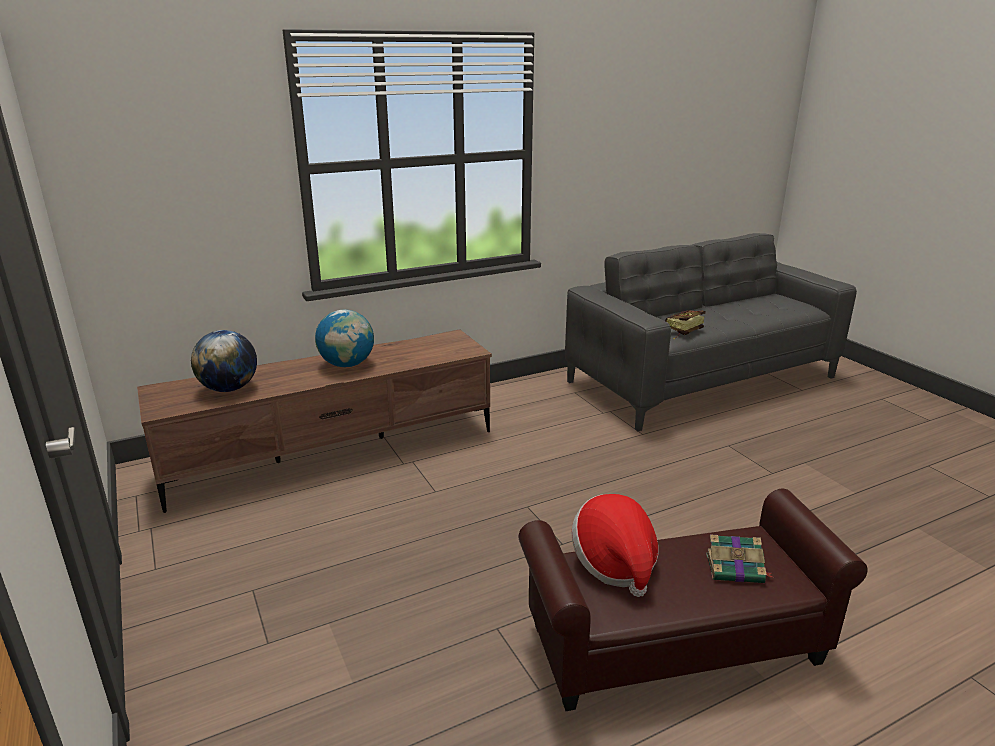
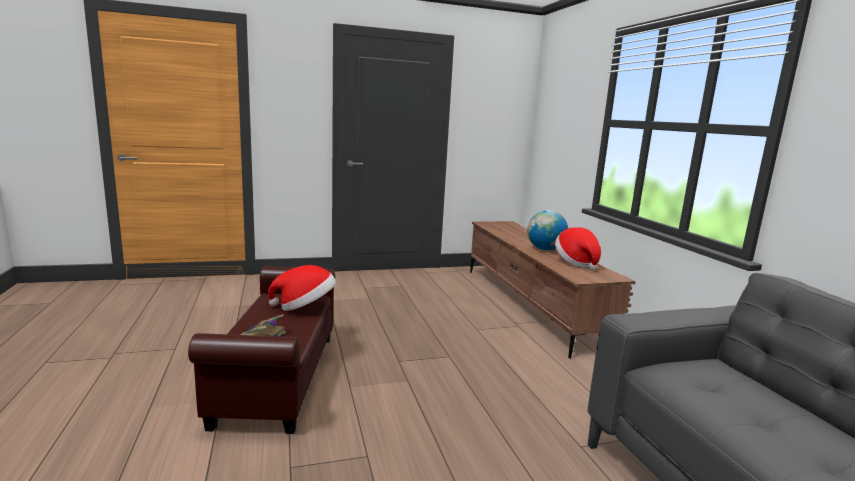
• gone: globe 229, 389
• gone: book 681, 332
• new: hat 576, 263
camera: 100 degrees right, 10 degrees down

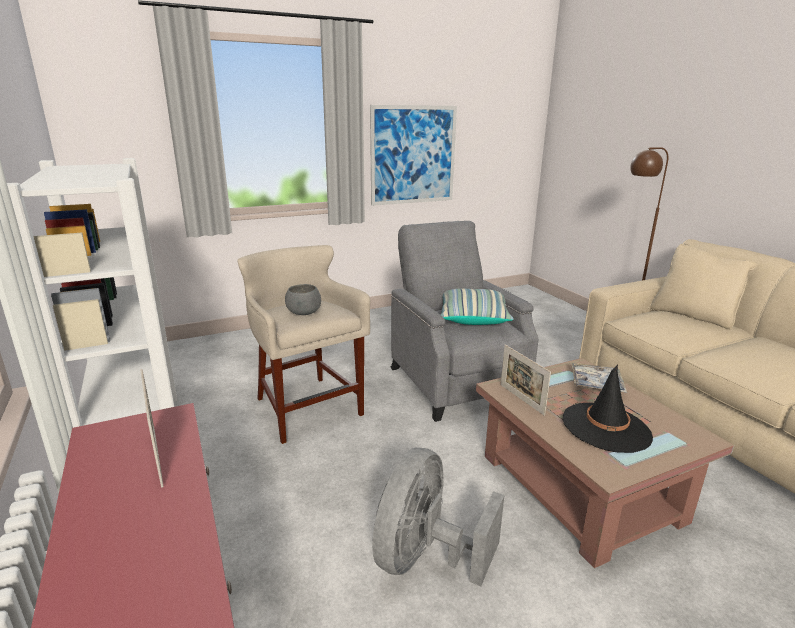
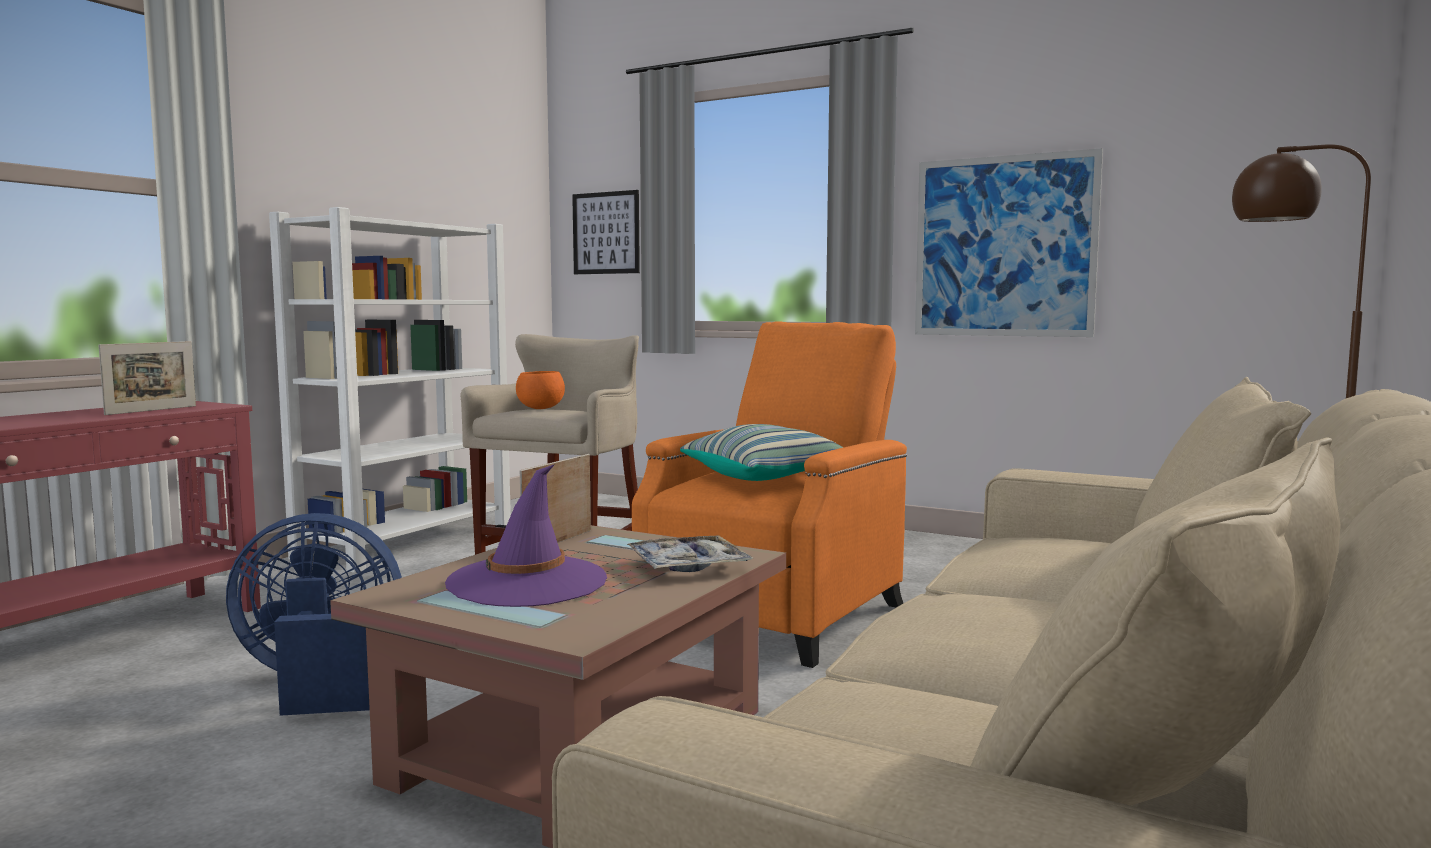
• new: picture 606, 233
• repainted: grey bowl 303, 313 to orange bowl 541, 409
• repainted: grey fan 425, 557 to blue fan 321, 684
• repainted: grey armchair 454, 380 to orange armchair 780, 614
• repainted: black hat 606, 427 to purple hat 527, 582
camera: 55 degrees right, 15 degrees down

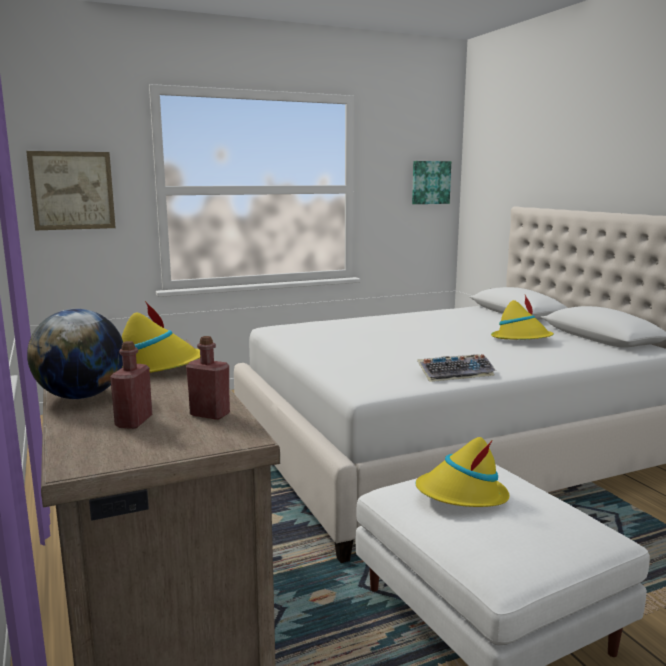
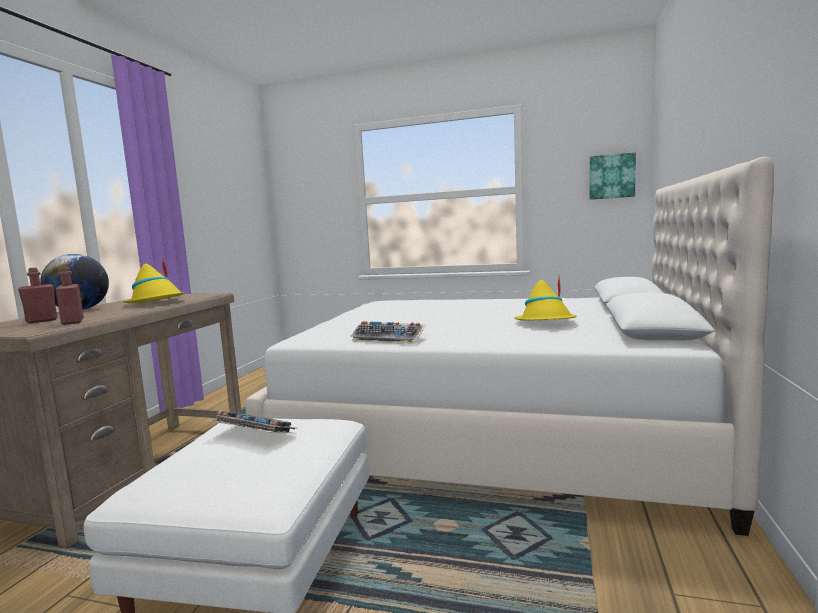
• gone: picture 72, 190
• swapped: yellow hat 461, 495 to keyboard 250, 434
camera: 40 degrees right, 5 degrees down

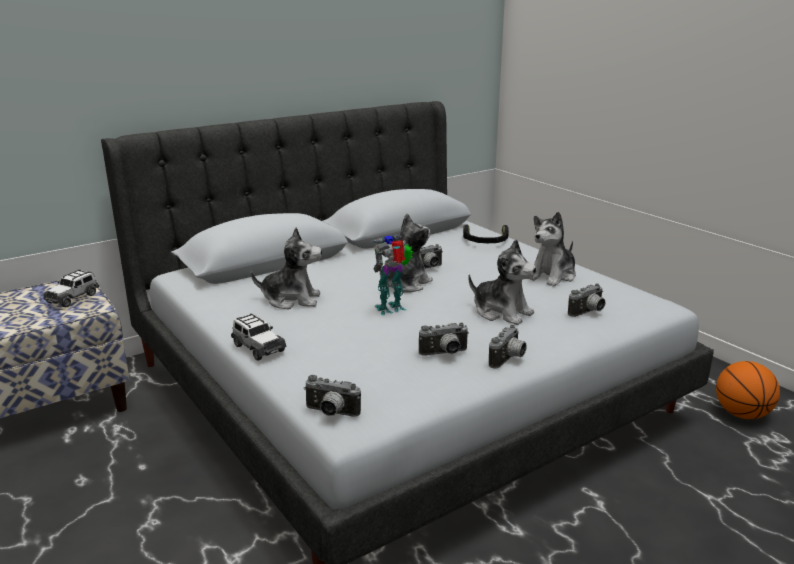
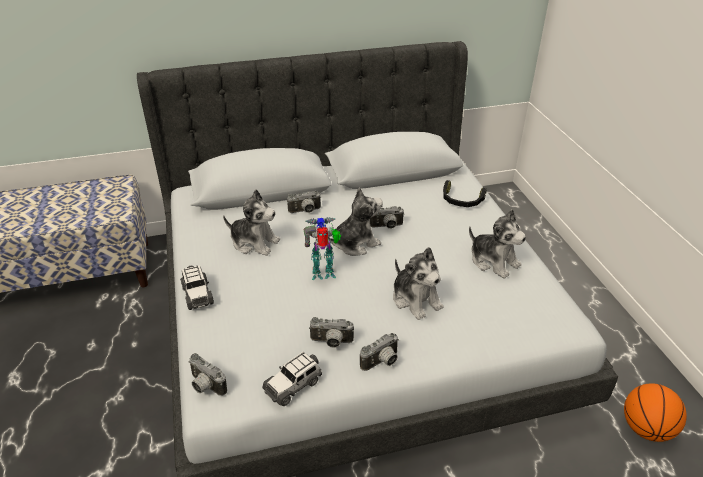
• shifted: toy car 73, 298 to 293, 385
• shifted: photo camera 588, 312 to 305, 211
• rotated: plush toy 552, 276 = 493, 261 105 degrees counterclockwise
camera: 20 degrees right, 15 degrees up

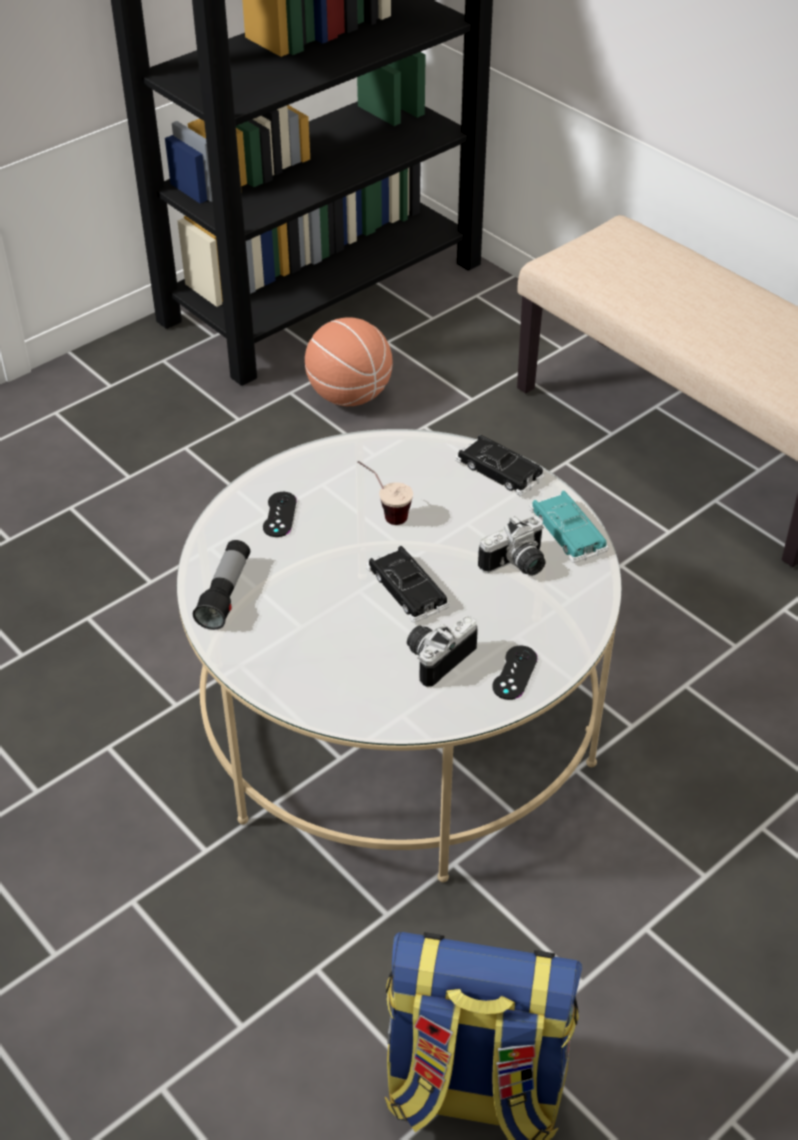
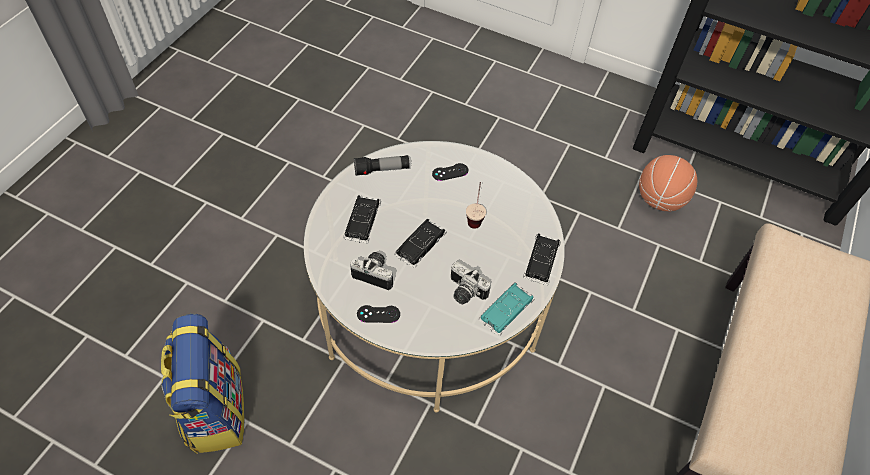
• new: black toy car 362, 221
camera: 65 degrees right, 10 degrees up

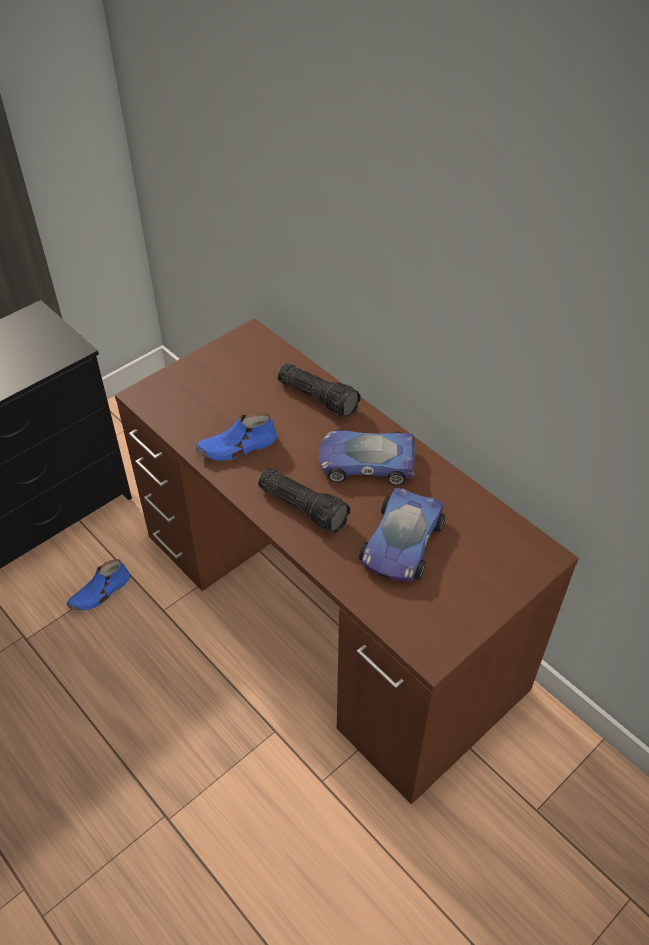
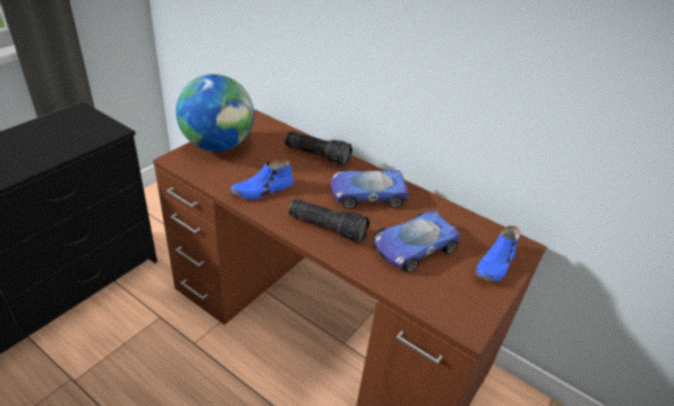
• new: globe 218, 145
• shifted: blue shoe 100, 592 to 496, 264
• rotated: toy car 401, 543 = 413, 247 45 degrees clockwise
camera: 15 degrees left, 10 degrees down

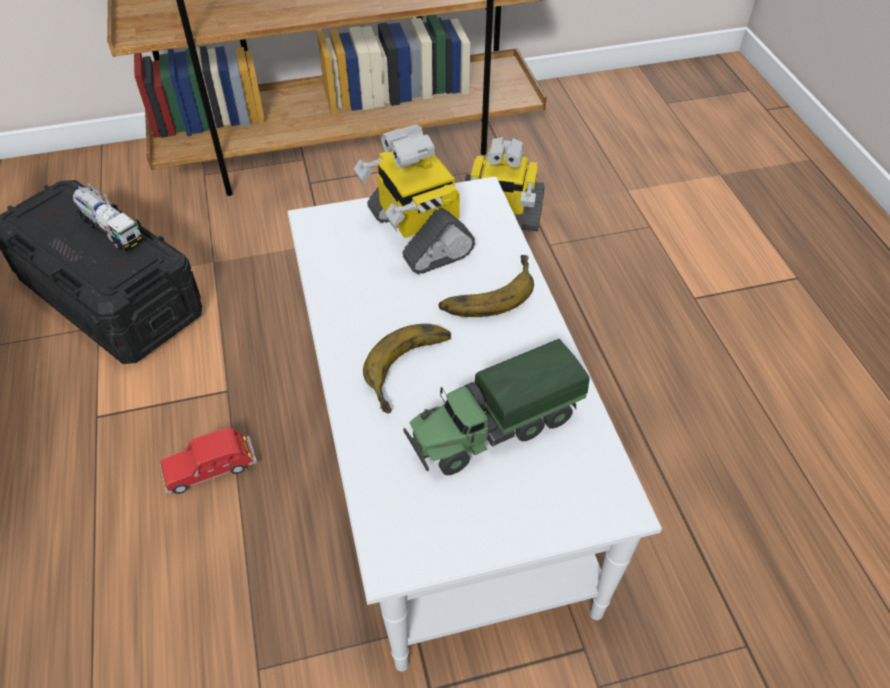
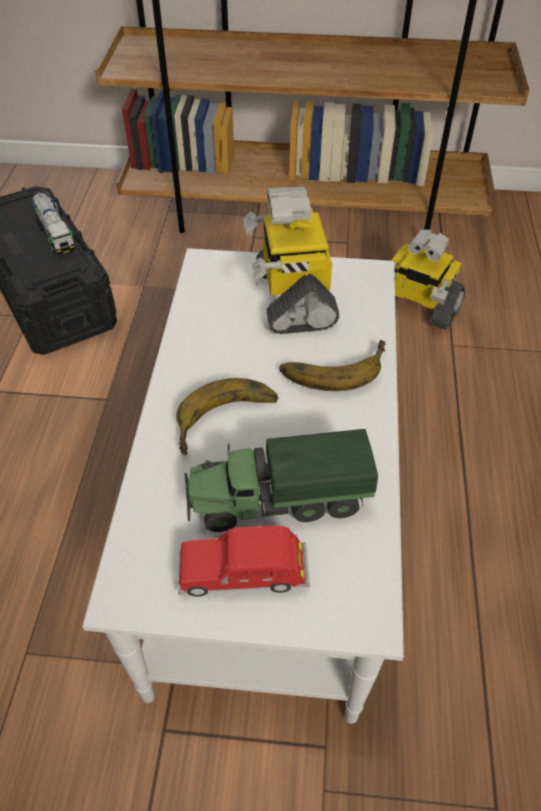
• shifted: red toy car 211, 469 to 243, 574
camera: 20 degrees right, 0 degrees up

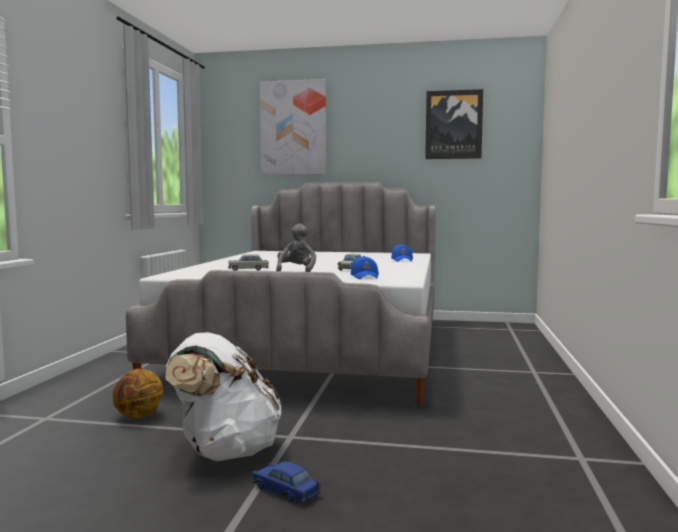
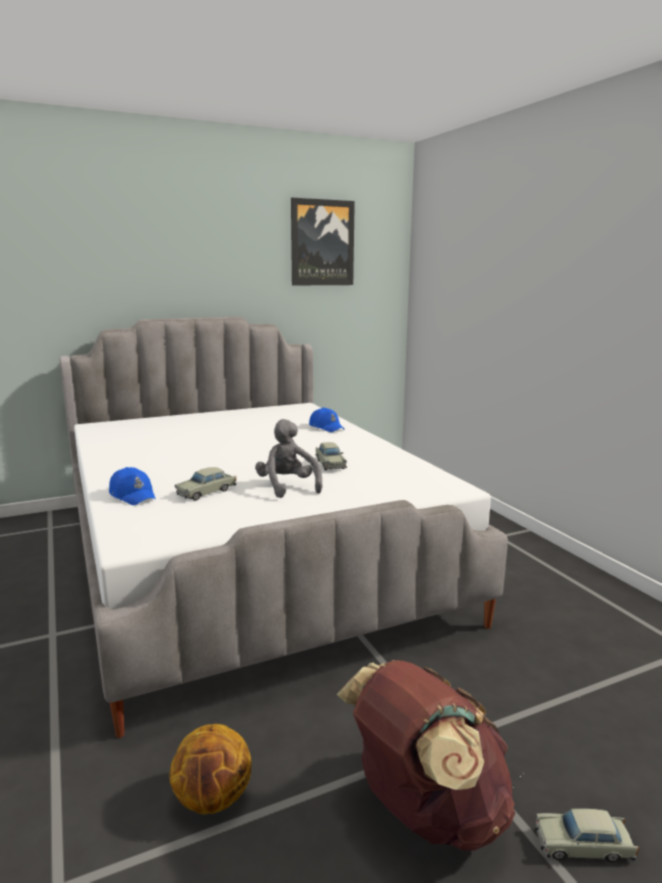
• gone: picture 293, 128
• shifted: blue cap 364, 276 to 133, 495
• repainted: white backpack 225, 451 to brown backpack 425, 810
• repainted: blue toy car 285, 491 to beige toy car 583, 845
camera: 35 degrees left, 10 degrees up

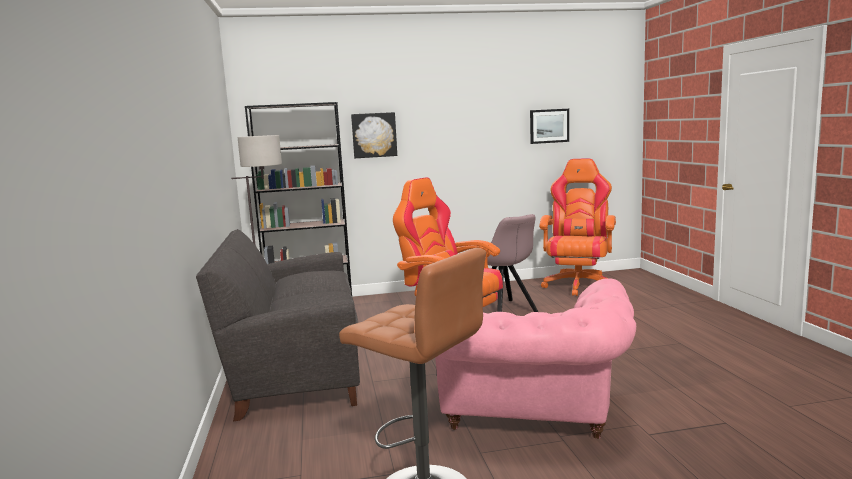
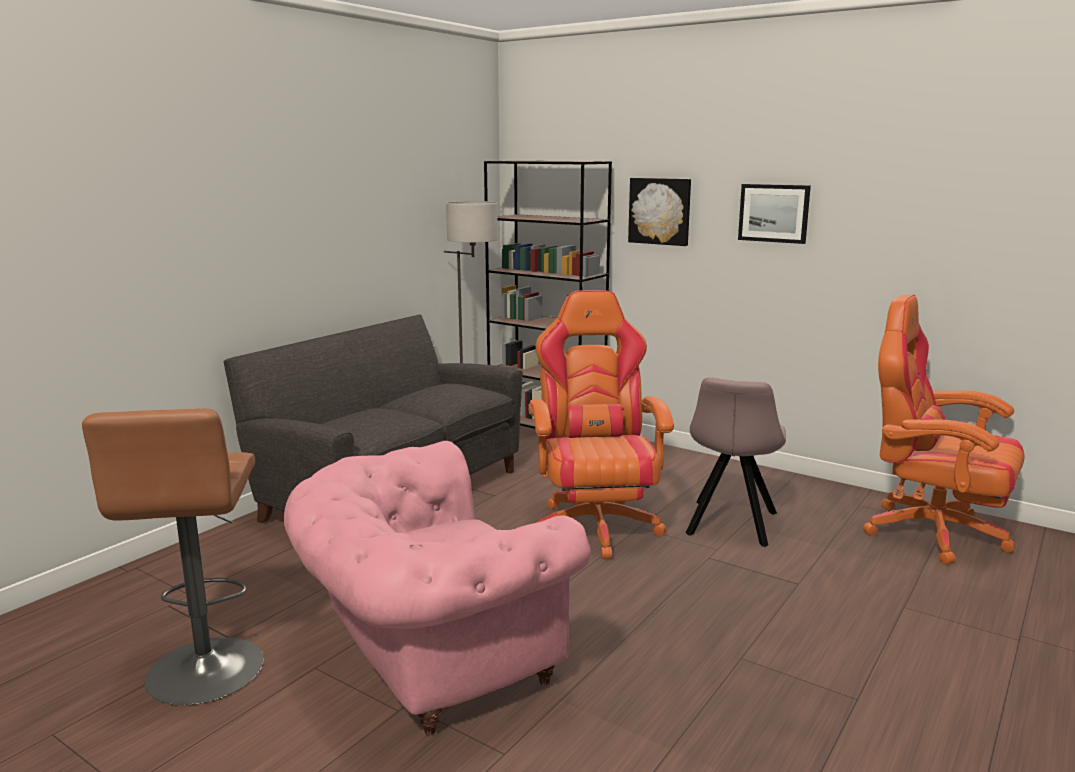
• shifted: picture 549, 126 to 774, 213
• rotated: orange office chair 578, 286 = 934, 533 120 degrees counterclockwise
camera: 45 degrees right, 5 degrees up

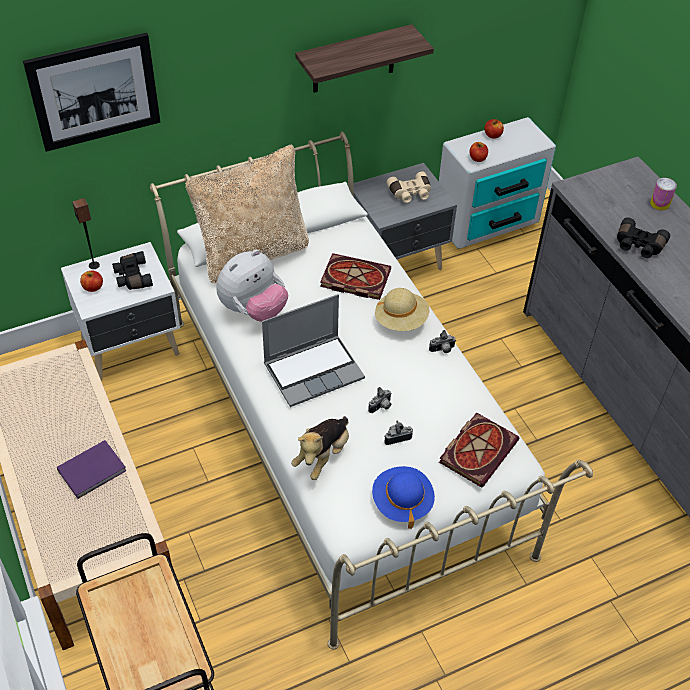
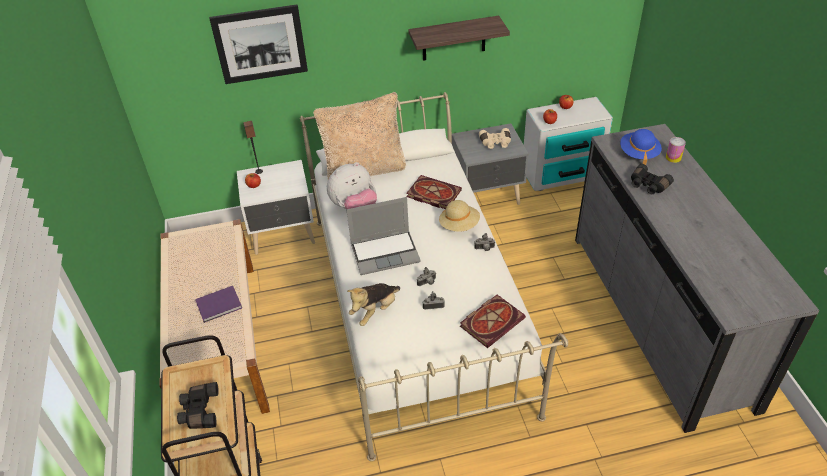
• shifted: black binoculars 132, 277 to 199, 411
• shifted: blue hat 402, 502 to 638, 153
camera: 15 degrees right, 5 degrees down

